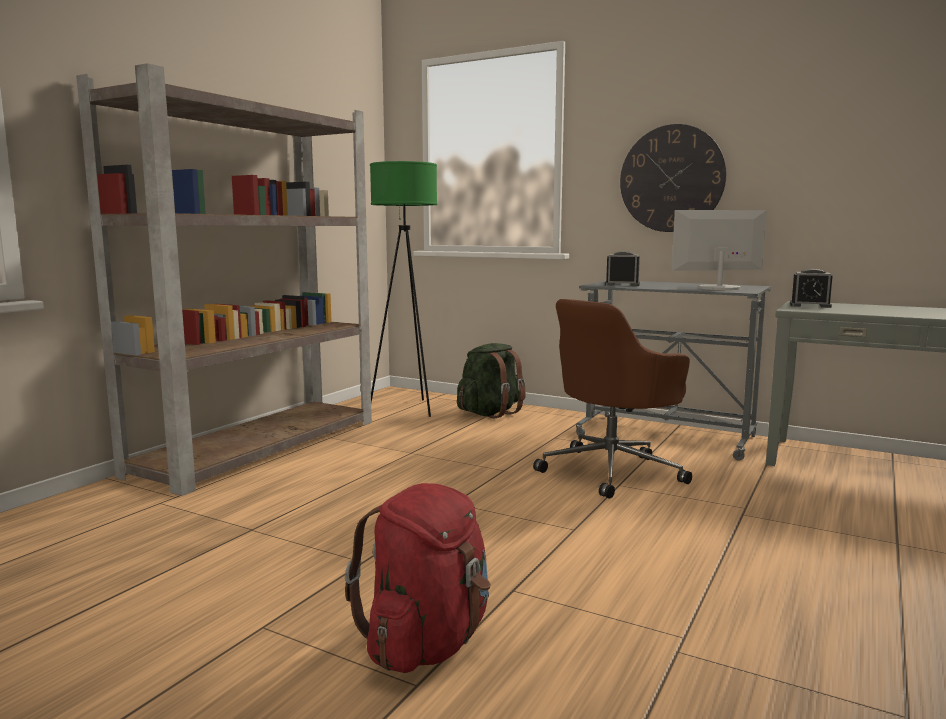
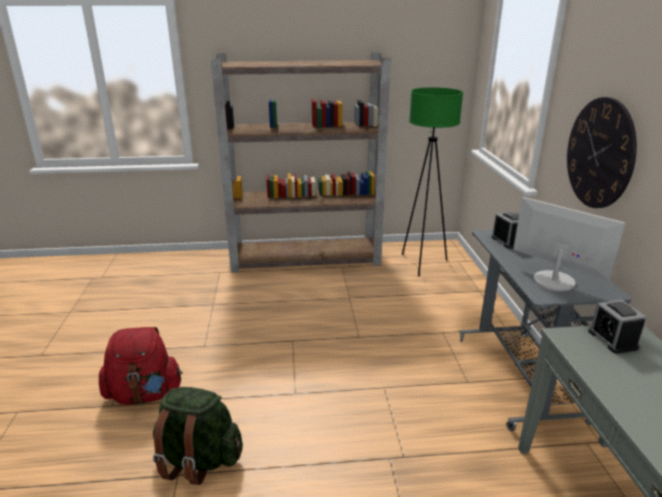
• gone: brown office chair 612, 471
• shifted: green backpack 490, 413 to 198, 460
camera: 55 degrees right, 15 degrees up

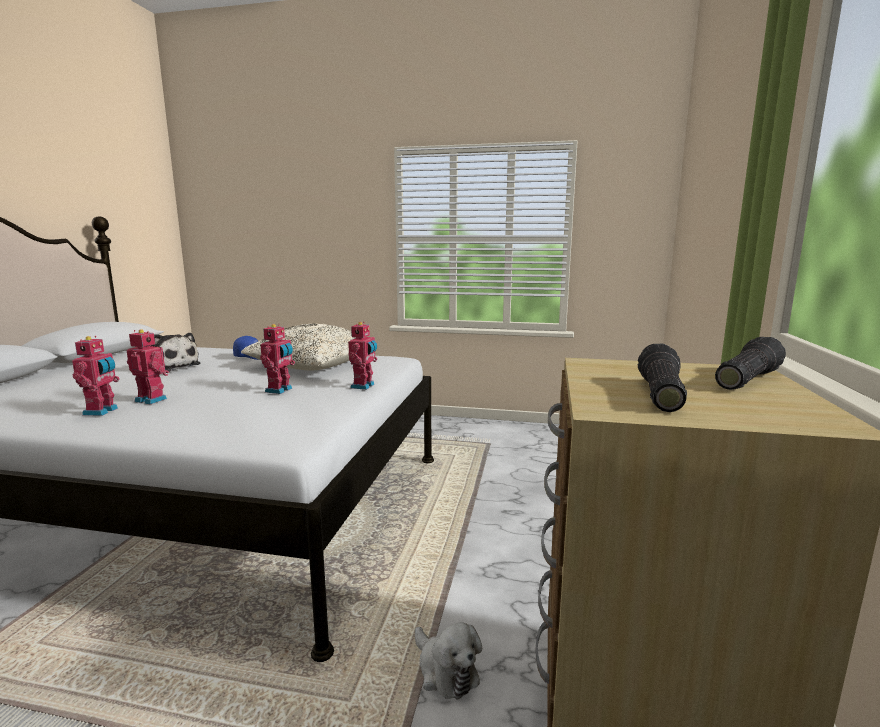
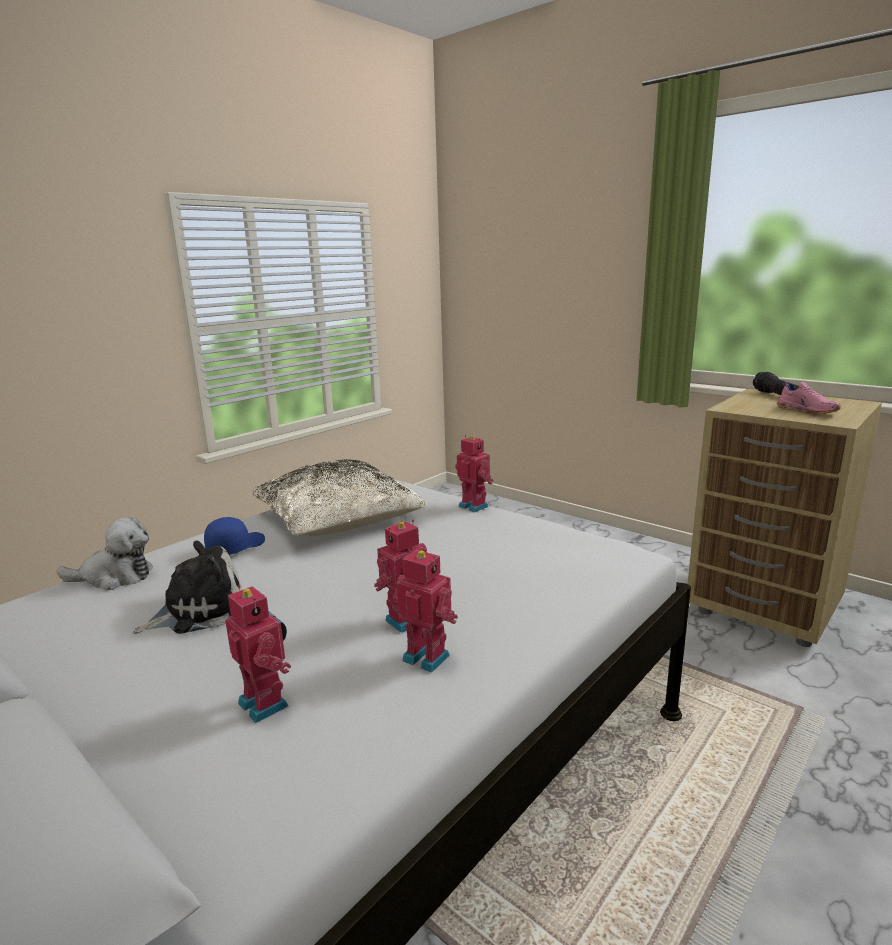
• shifted: toy robot 280, 390 to 266, 703
• shifted: plush toy 445, 670 to 114, 577
• swapped: flashlight 658, 394 to pink shoe 807, 411
camera: 60 degrees left, 5 degrees up

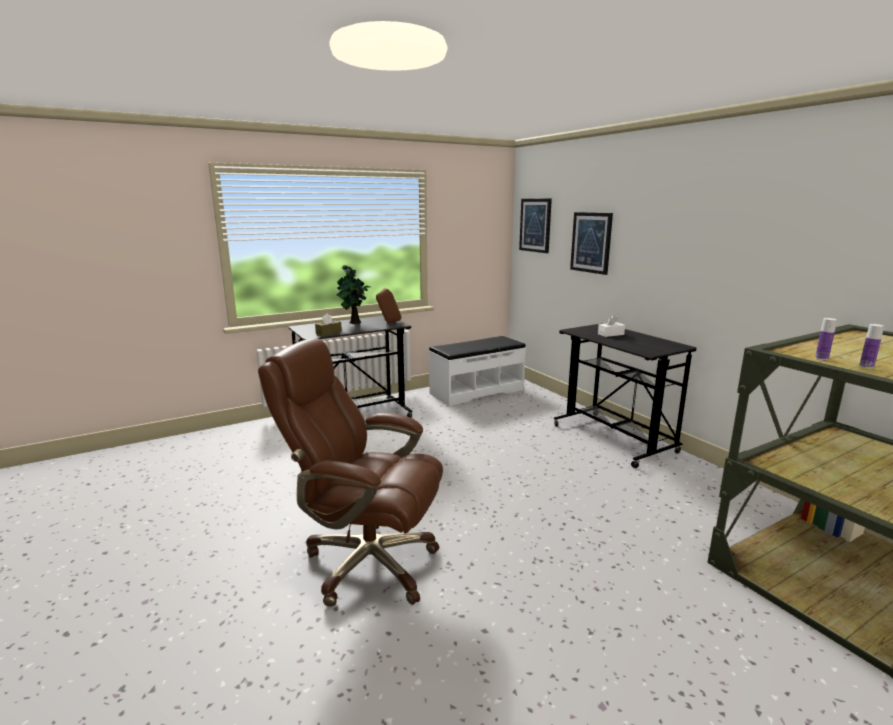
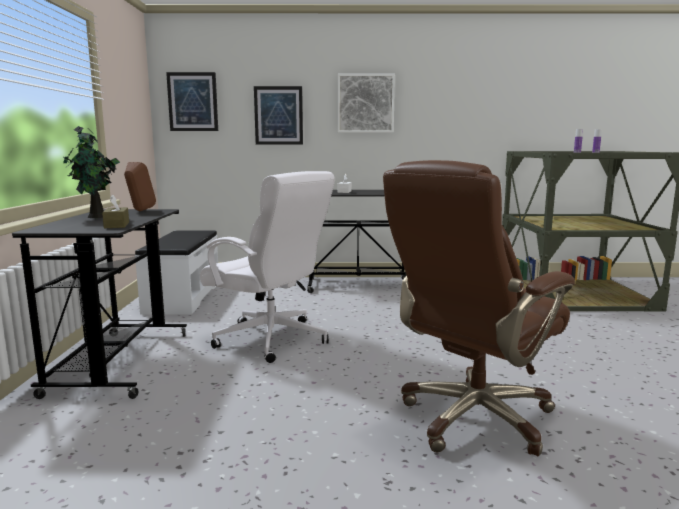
• new: white office chair 271, 338
• new: picture 365, 103
camera: 60 degrees left, 5 degrees down

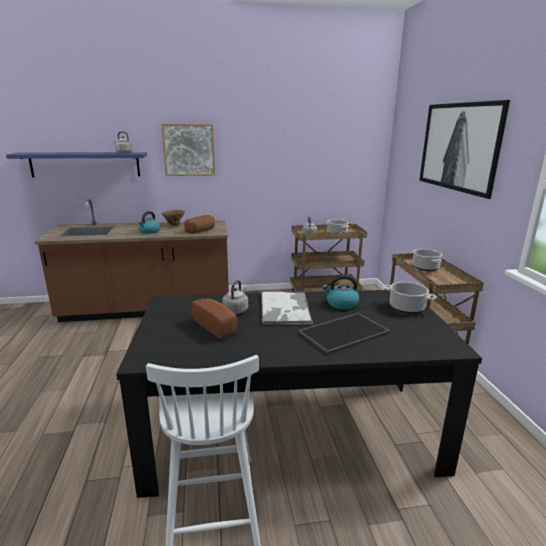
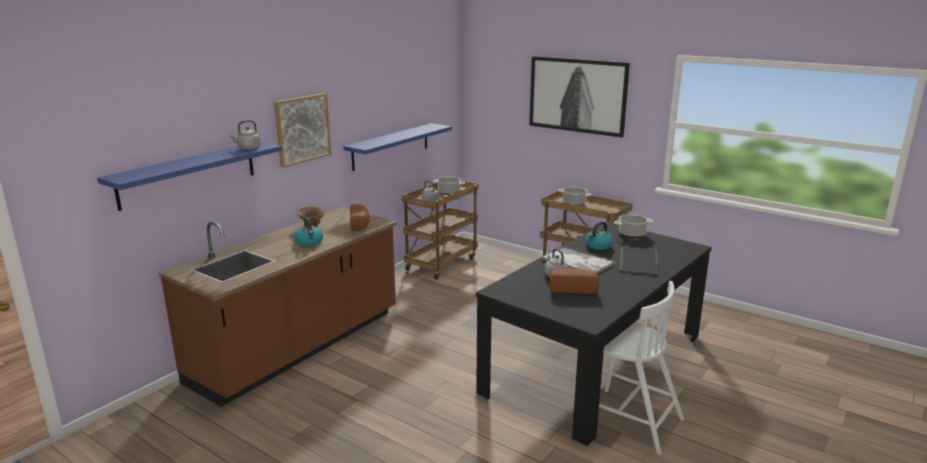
• new: blue shelf 391, 146
camera: 45 degrees left, 0 degrees up

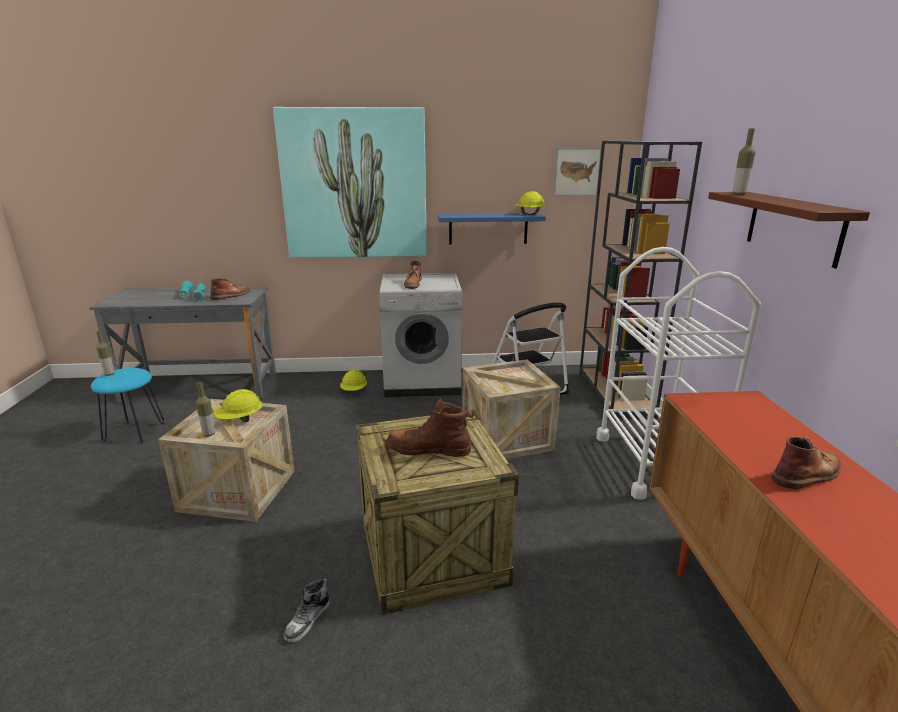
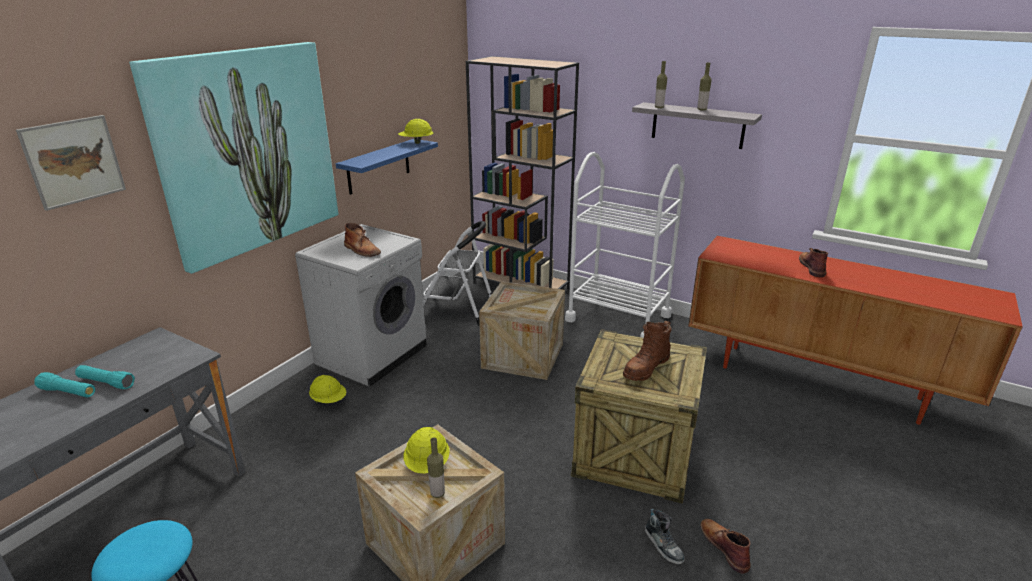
• shifted: bottle 109, 374 to 702, 109
• shifted: brown boot 231, 295 to 724, 546
• shifted: picture 577, 171 to 73, 161
• repainted: brown shelf 793, 227 to grey shelf 697, 125
camera: 55 degrees left, 5 degrees up

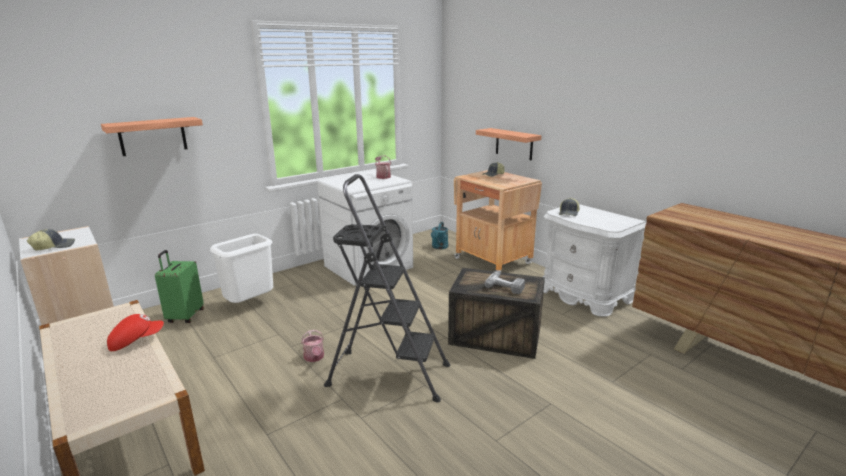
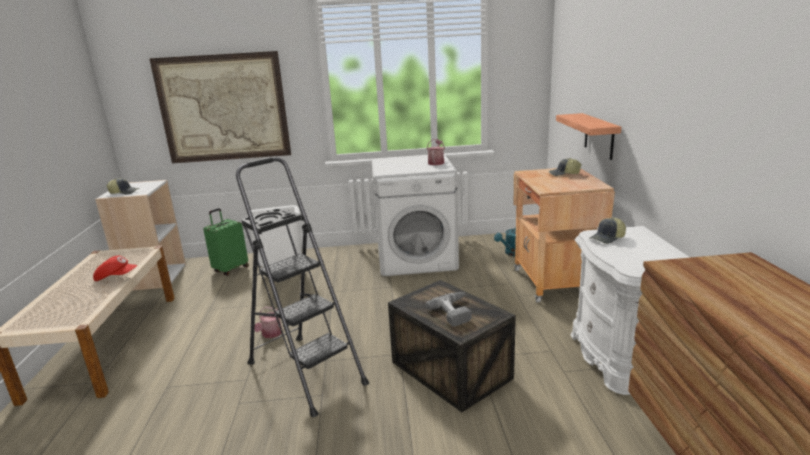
• swapped: shelf 153, 136 to picture 223, 108
camera: 35 degrees right, 0 degrees up

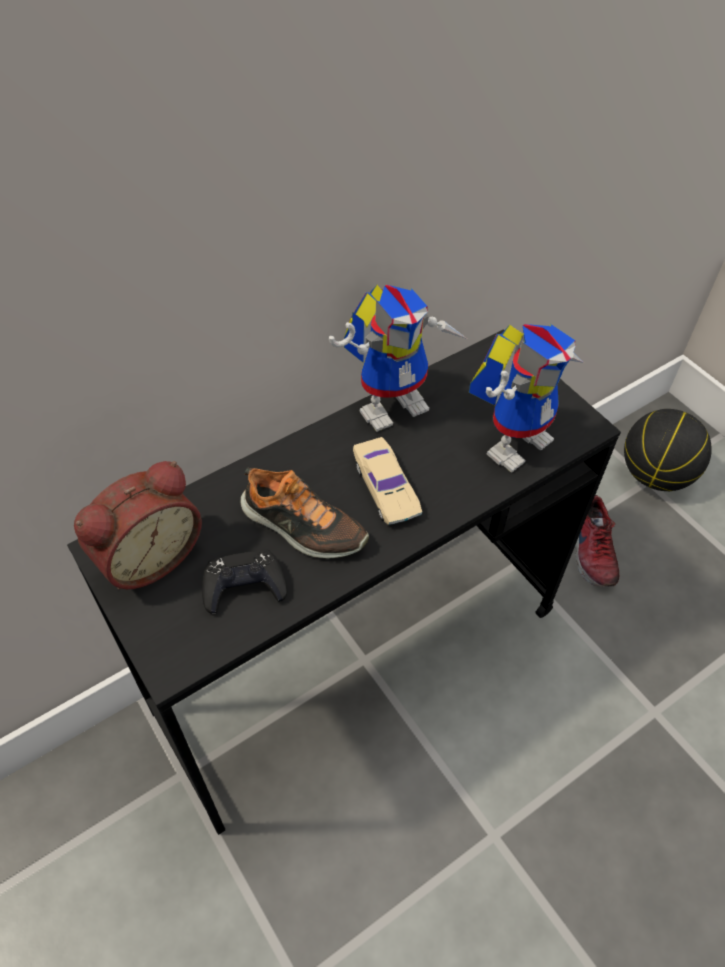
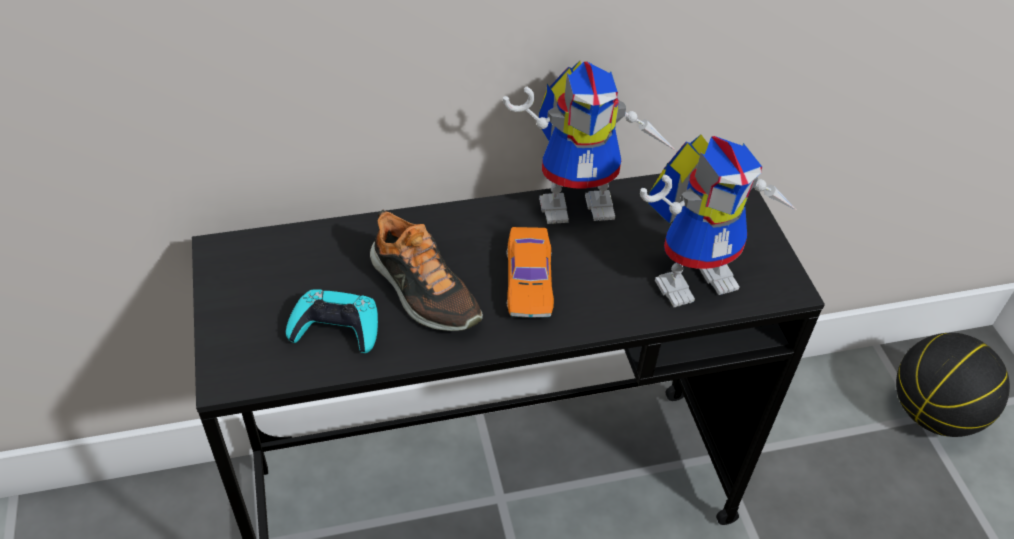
• gone: alarm clock 147, 555
• gone: shoe 590, 550
• repainted: black game controller 244, 586 to turquoise game controller 336, 328
• repainted: beige toy car 385, 487 to orange toy car 529, 280
camera: 20 degrees right, 5 degrees down

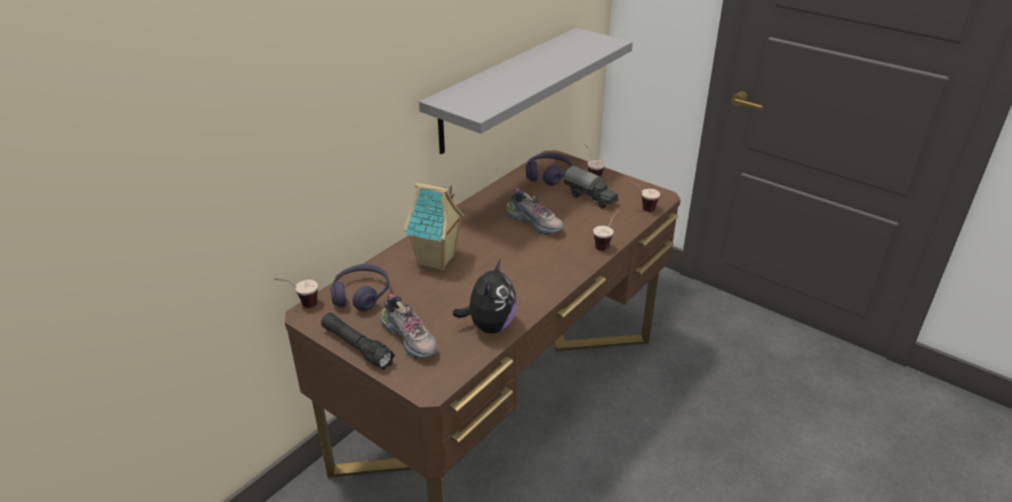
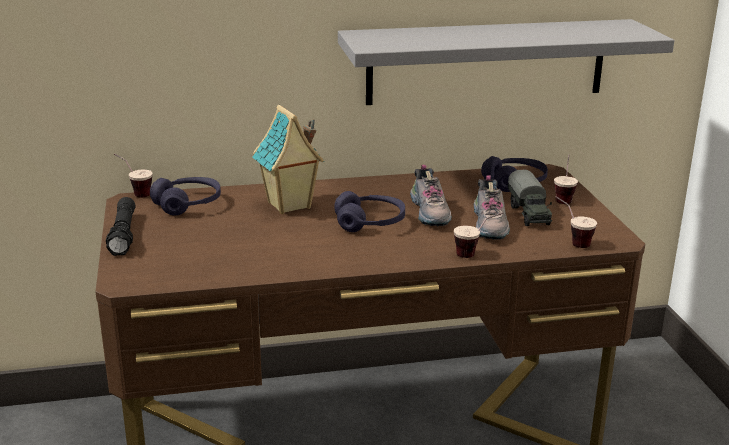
• gone: plush toy 489, 326
• new: purple headphones 370, 223
• shifted: shoe 411, 339 to 491, 225
camera: 40 degrees right, 10 degrees down

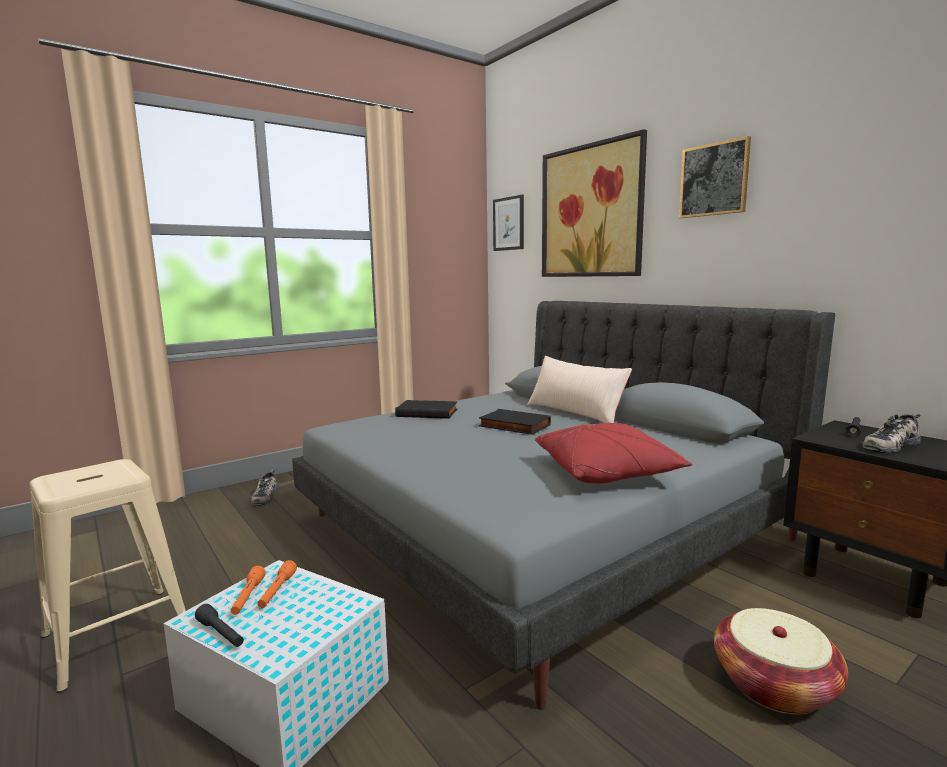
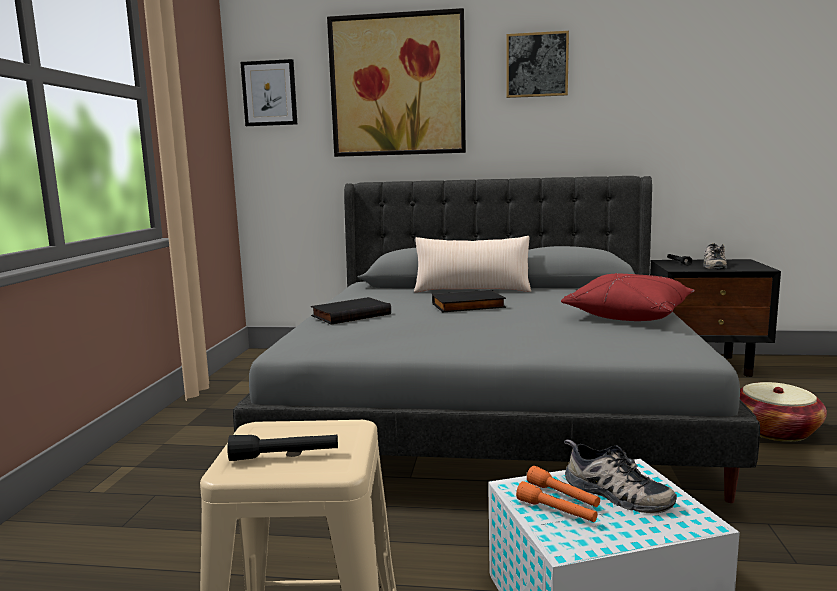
• shifted: black flashlight 221, 634 to 285, 456
• shifted: shoe 264, 496 to 614, 493
camera: 45 degrees left, 0 degrees up

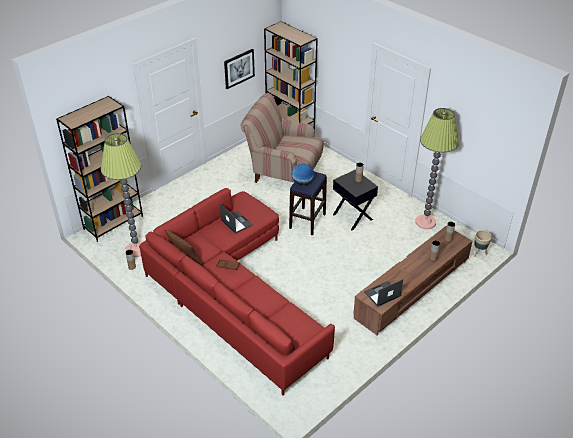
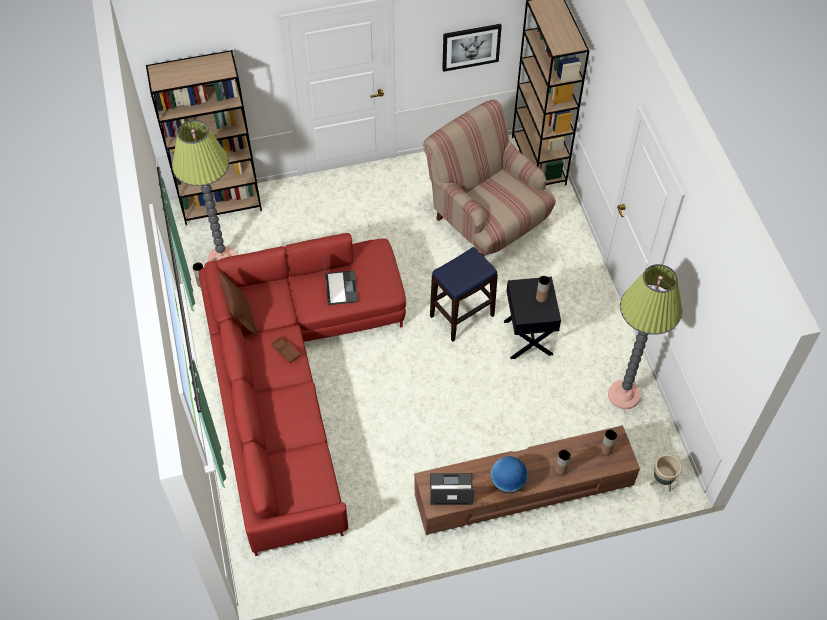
• shifted: globe 302, 183 to 507, 482
camera: 30 degrees right, 15 degrees up

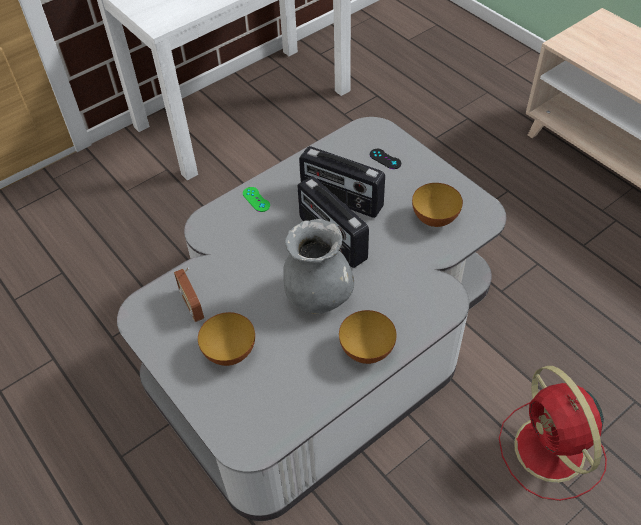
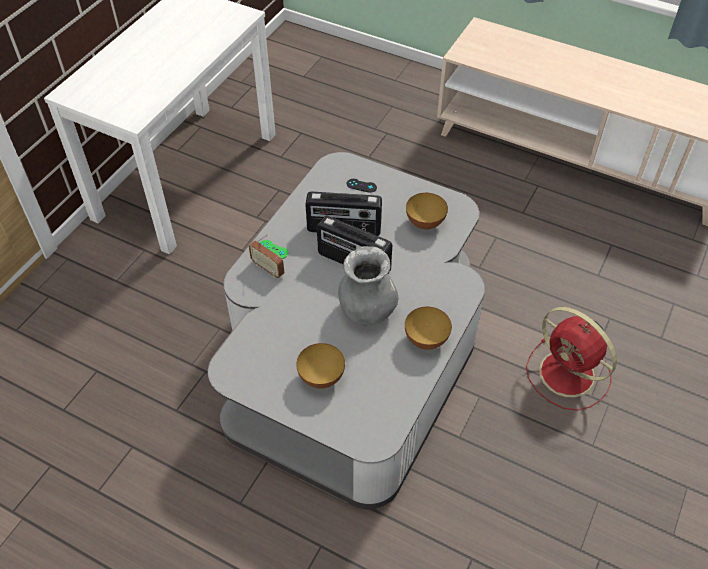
• shifted: radio 192, 306 to 268, 269
camera: 25 degrees left, 0 degrees up

